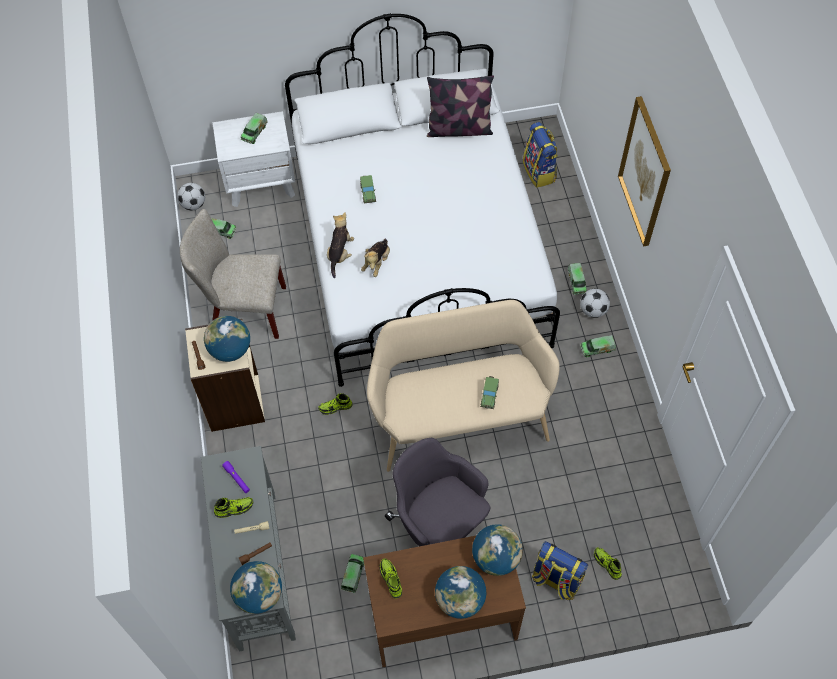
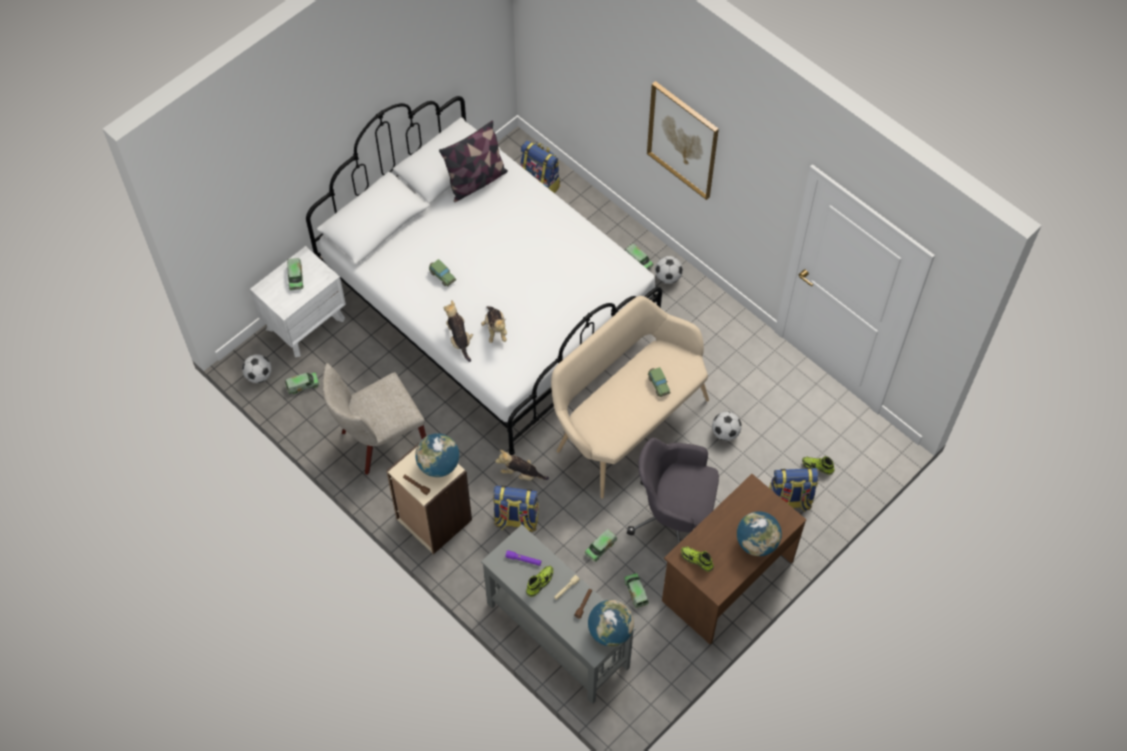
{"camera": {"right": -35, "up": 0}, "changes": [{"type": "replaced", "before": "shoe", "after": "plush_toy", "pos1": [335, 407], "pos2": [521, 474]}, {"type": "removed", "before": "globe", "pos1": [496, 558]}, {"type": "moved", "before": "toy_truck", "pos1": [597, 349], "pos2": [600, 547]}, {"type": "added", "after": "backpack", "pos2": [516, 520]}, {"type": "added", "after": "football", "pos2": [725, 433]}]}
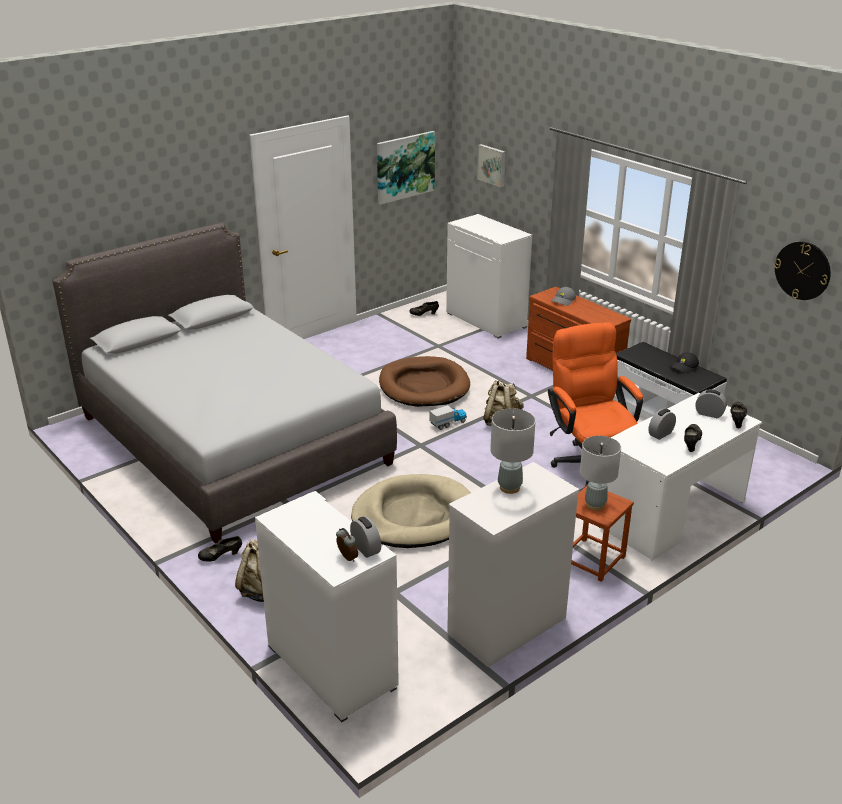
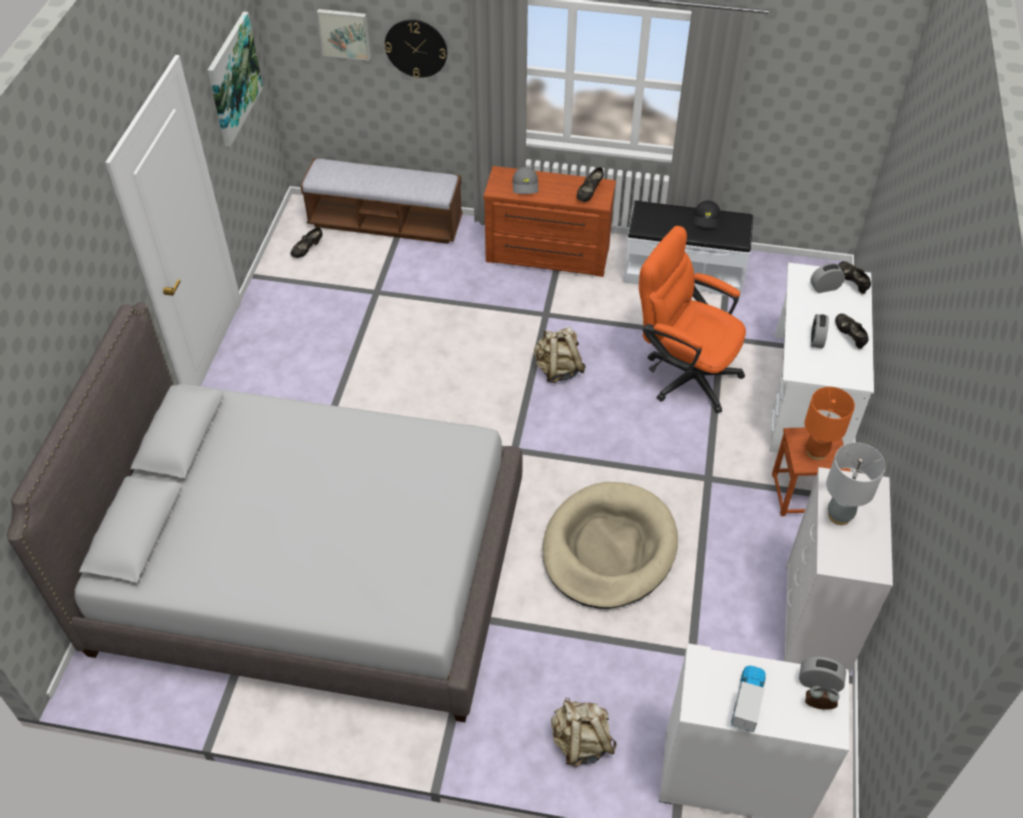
{"camera": {"right": -40, "up": 20}, "changes": [{"type": "moved", "before": "black_shoe", "pos1": [220, 557], "pos2": [589, 193]}, {"type": "removed", "before": "brown_dog_bed", "pos1": [424, 386]}, {"type": "moved", "before": "toy_truck", "pos1": [448, 423], "pos2": [747, 703]}, {"type": "replaced", "before": "white_cabinet", "after": "bench", "pos1": [486, 320], "pos2": [385, 223]}, {"type": "recoloured", "before": "grey_table_lamp", "after": "orange_table_lamp", "pos1": [595, 505], "pos2": [816, 452]}, {"type": "moved", "before": "wall_clock", "pos1": [802, 270], "pos2": [416, 48]}]}
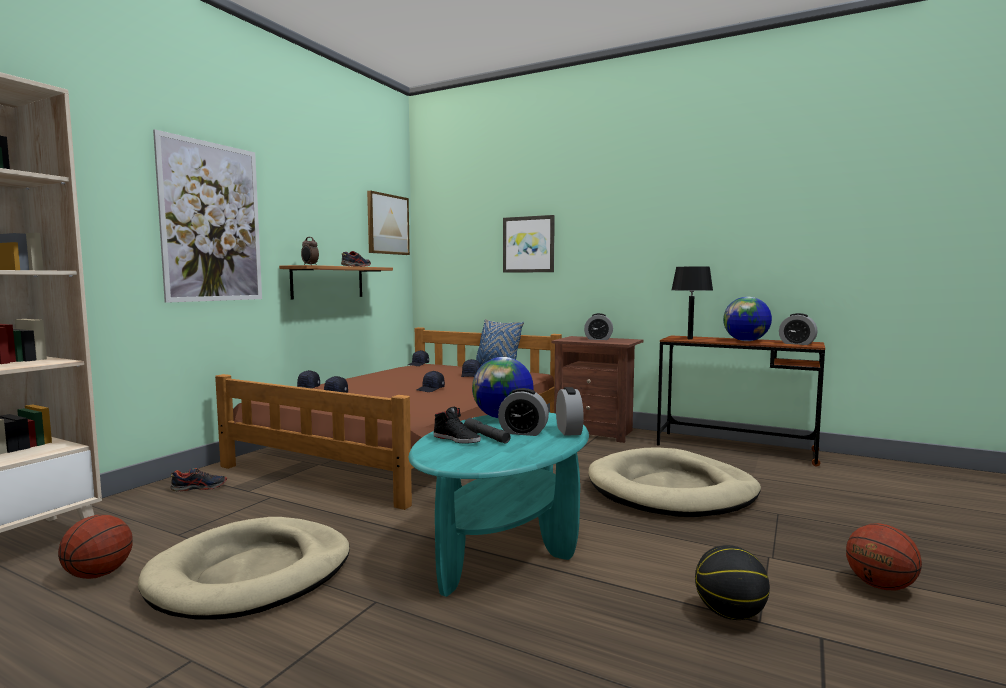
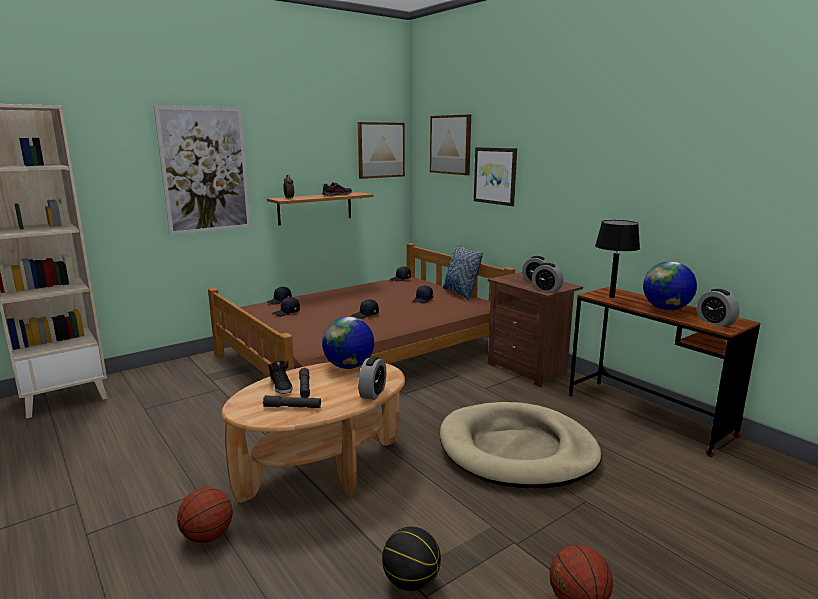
{"camera": {"right": 25, "up": 10}, "changes": [{"type": "moved", "before": "basketball", "pos1": [99, 574], "pos2": [208, 536]}, {"type": "removed", "before": "beige_dog_bed", "pos1": [252, 573]}, {"type": "removed", "before": "shoe", "pos1": [199, 488]}, {"type": "recoloured", "before": "turquoise_coffee_table", "after": "brown_coffee_table", "pos1": [504, 544], "pos2": [323, 469]}, {"type": "moved", "before": "alarm_clock", "pos1": [523, 432], "pos2": [546, 290]}, {"type": "added", "after": "grey_flashlight", "pos2": [292, 407]}, {"type": "added", "after": "picture", "pos2": [451, 144]}]}
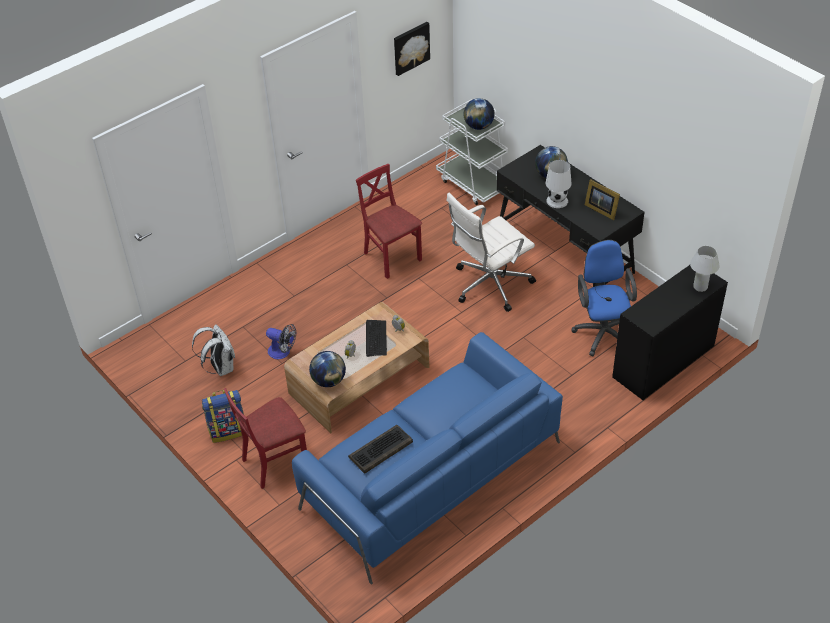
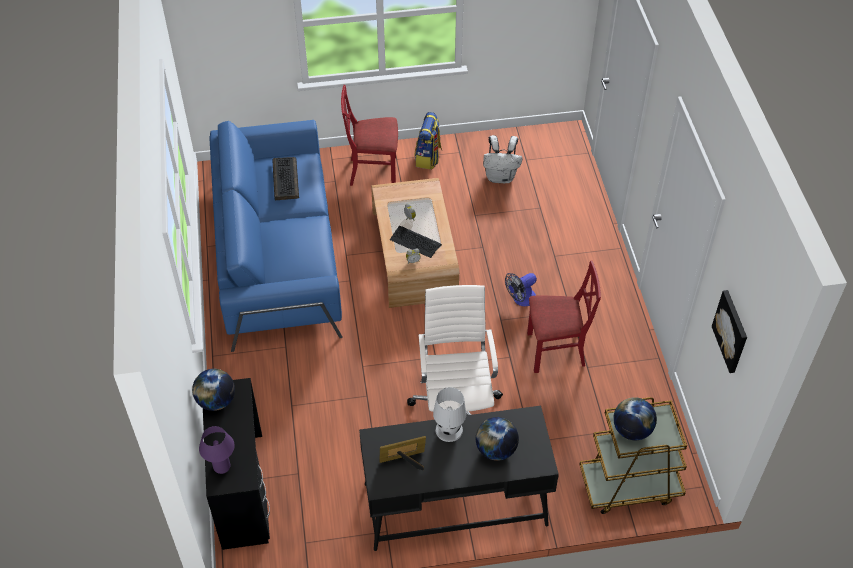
{"camera": {"right": 120, "up": 5}, "changes": [{"type": "turned", "before": "red_chair", "pos1": [275, 462], "pos2": [373, 171], "turn": -90}, {"type": "moved", "before": "fan", "pos1": [282, 352], "pos2": [520, 299]}, {"type": "moved", "before": "globe", "pos1": [329, 381], "pos2": [216, 401]}, {"type": "recoloured", "before": "white_cart", "after": "brown_cart", "pos1": [473, 183], "pos2": [629, 485]}, {"type": "removed", "before": "blue_office_chair", "pos1": [602, 331]}, {"type": "recoloured", "before": "white_table_lamp", "after": "purple_table_lamp", "pos1": [700, 287], "pos2": [222, 466]}]}
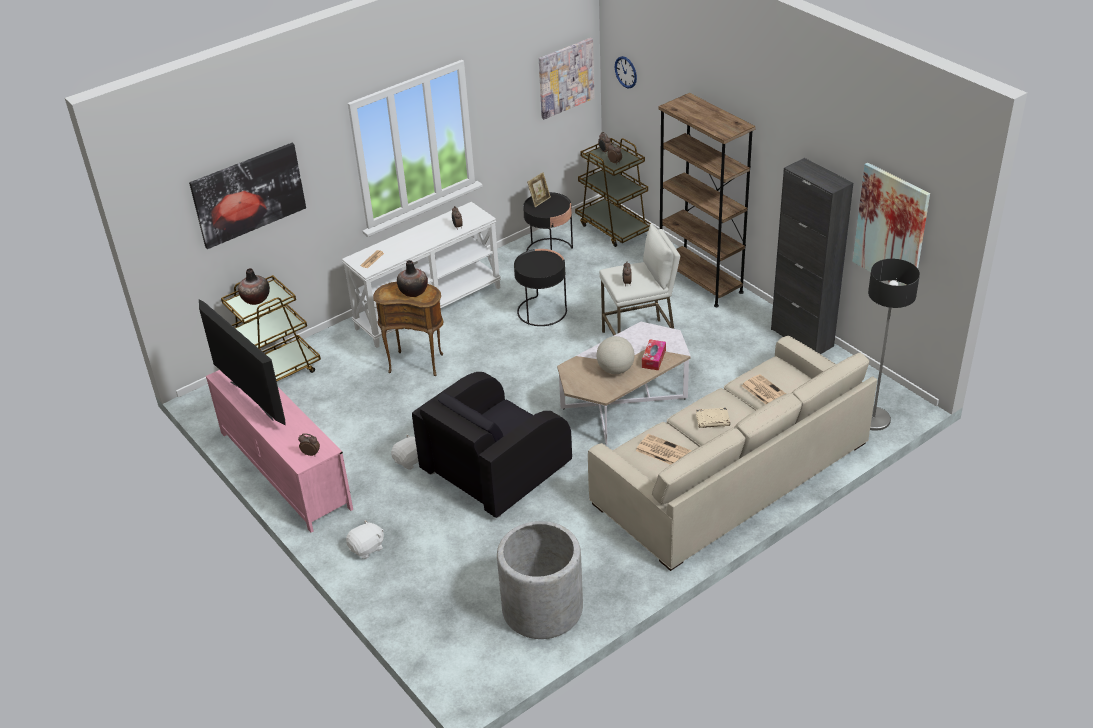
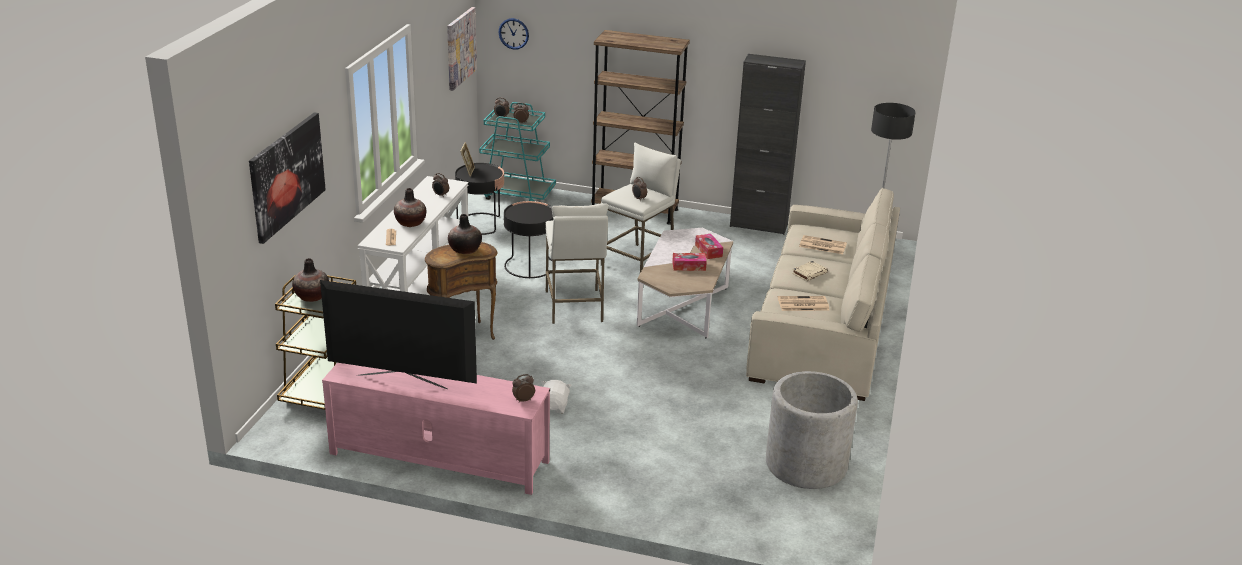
{"camera": {"right": -40, "up": -10}, "changes": [{"type": "removed", "before": "white_plush_toy", "pos1": [367, 548]}, {"type": "removed", "before": "black_armchair", "pos1": [495, 469]}, {"type": "recoloured", "before": "brown_cart", "after": "turquoise_cart", "pos1": [613, 227], "pos2": [515, 194]}, {"type": "replaced", "before": "globe", "after": "tissue_box", "pos1": [615, 370], "pos2": [689, 266]}, {"type": "removed", "before": "picture", "pos1": [891, 228]}, {"type": "added", "after": "vase", "pos2": [410, 223]}, {"type": "added", "after": "white_stool", "pos2": [574, 306]}]}
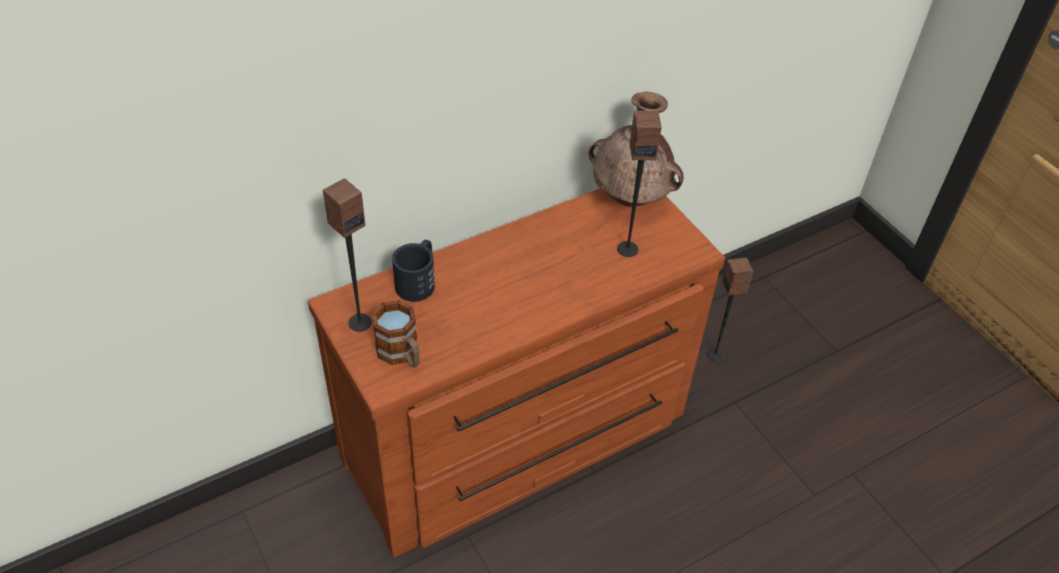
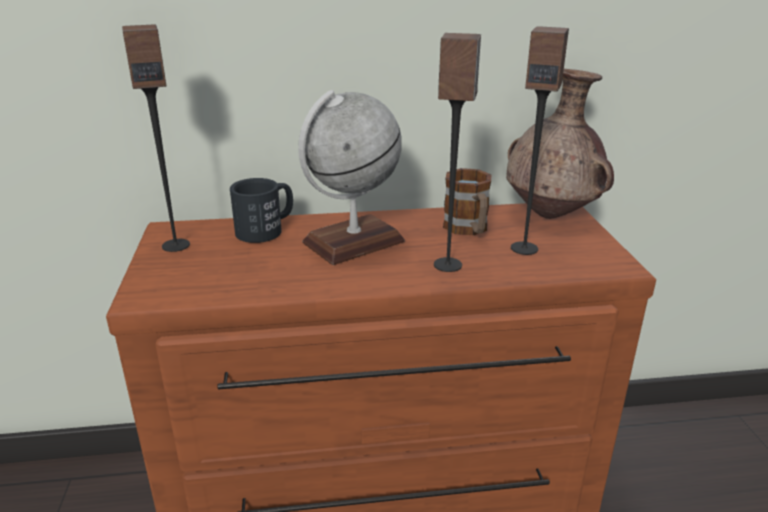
{"camera": {"right": 25, "up": -20}, "changes": [{"type": "moved", "before": "mug", "pos1": [401, 354], "pos2": [468, 229]}, {"type": "moved", "before": "speaker", "pos1": [715, 354], "pos2": [448, 265]}, {"type": "added", "after": "globe", "pos2": [353, 242]}]}
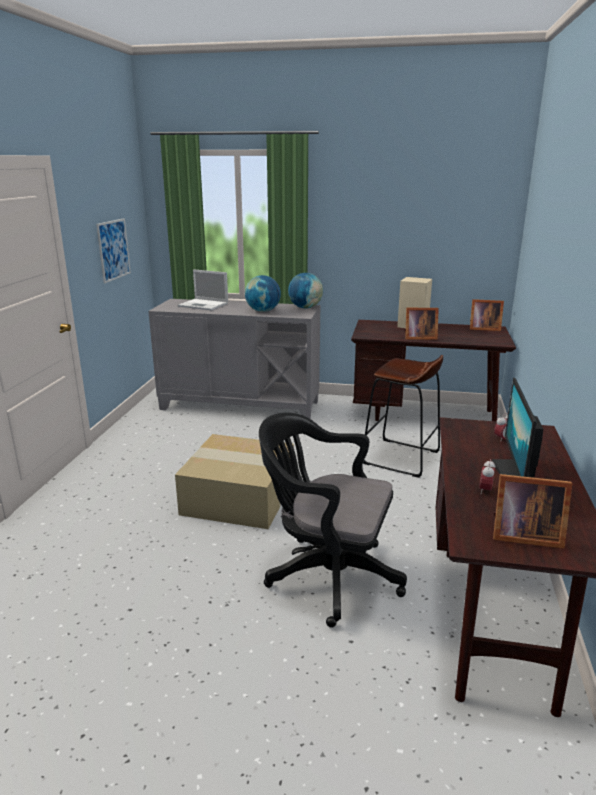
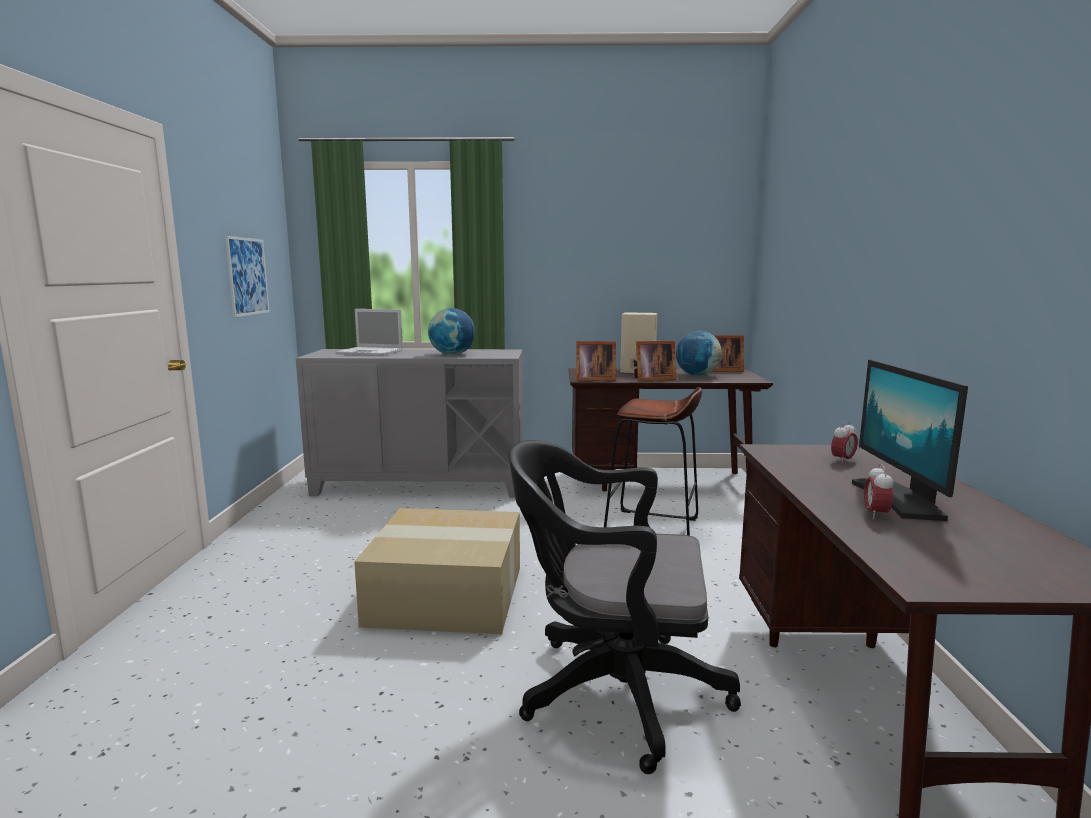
{"camera": {"right": -10, "up": -10}, "changes": [{"type": "moved", "before": "globe", "pos1": [305, 307], "pos2": [697, 375]}, {"type": "moved", "before": "picture_frame", "pos1": [523, 535], "pos2": [593, 379]}]}
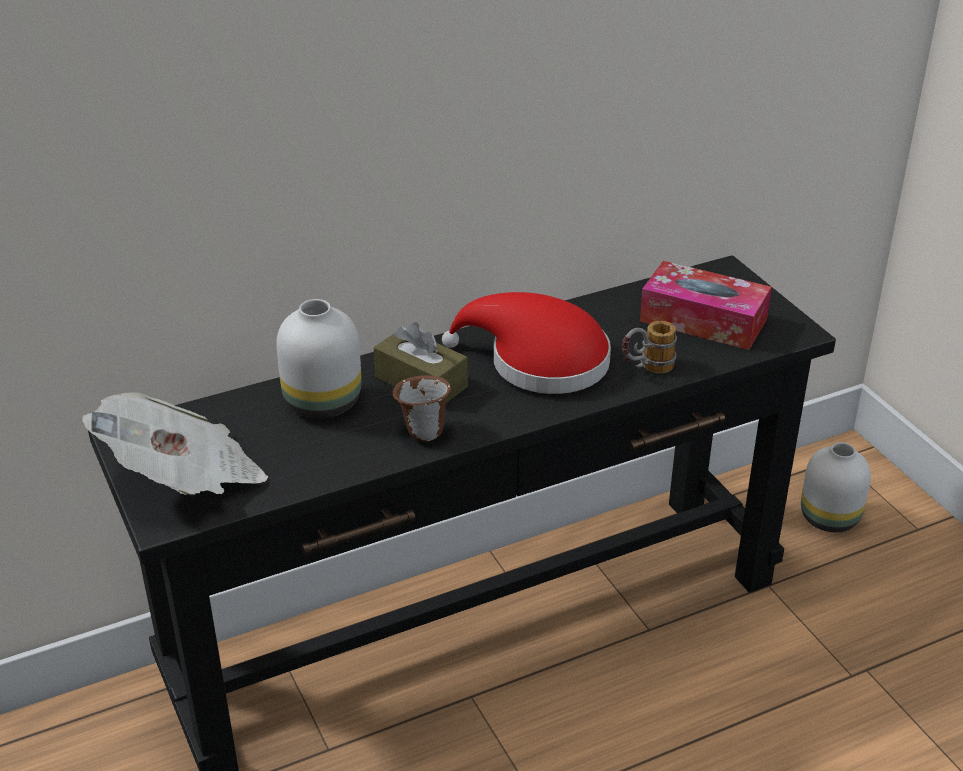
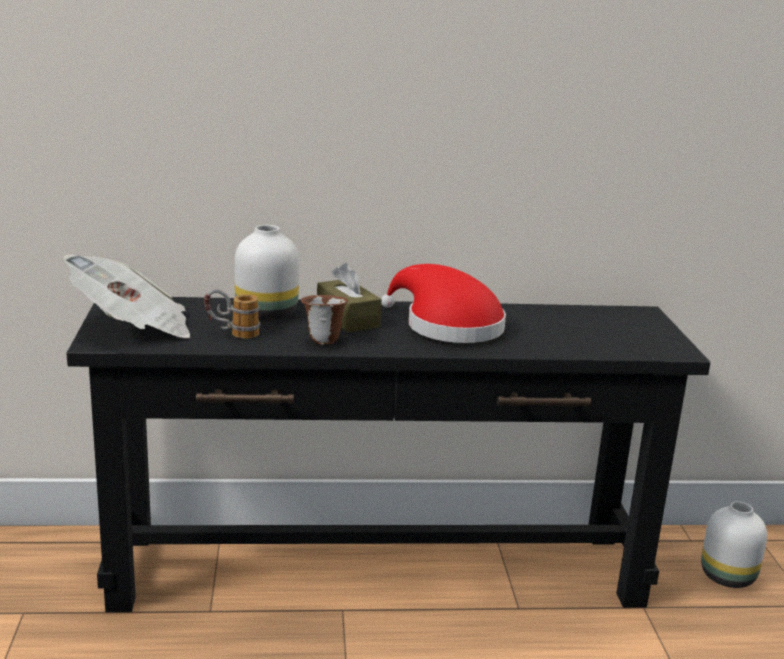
{"camera": {"right": 20, "up": -15}, "changes": [{"type": "moved", "before": "mug", "pos1": [646, 369], "pos2": [232, 334]}, {"type": "removed", "before": "tissue_box", "pos1": [703, 320]}]}
